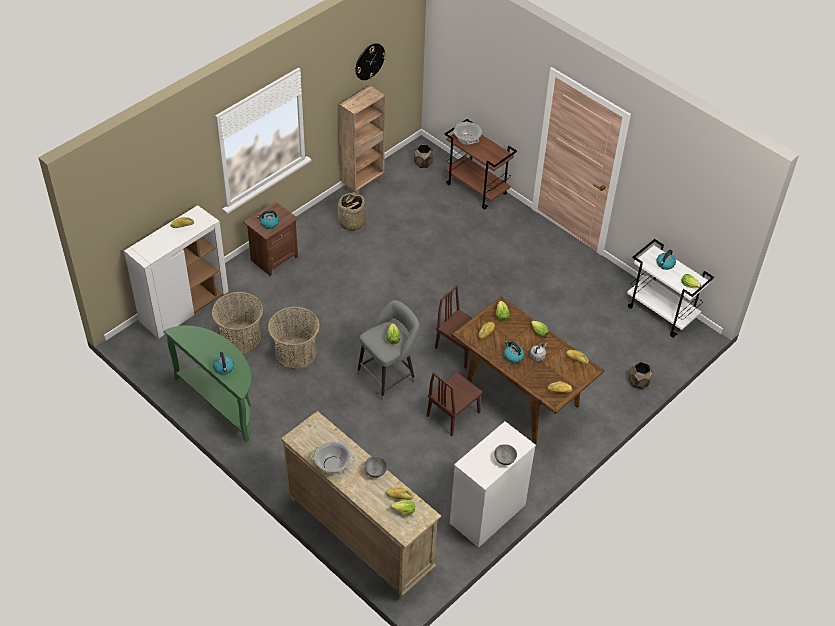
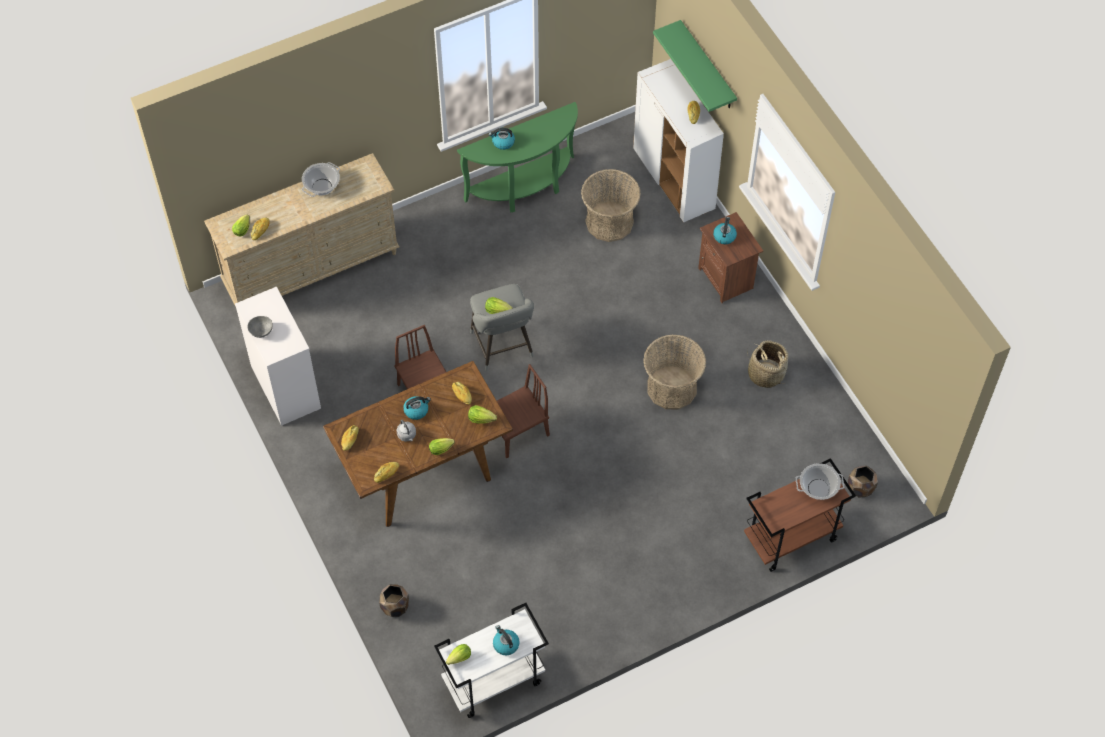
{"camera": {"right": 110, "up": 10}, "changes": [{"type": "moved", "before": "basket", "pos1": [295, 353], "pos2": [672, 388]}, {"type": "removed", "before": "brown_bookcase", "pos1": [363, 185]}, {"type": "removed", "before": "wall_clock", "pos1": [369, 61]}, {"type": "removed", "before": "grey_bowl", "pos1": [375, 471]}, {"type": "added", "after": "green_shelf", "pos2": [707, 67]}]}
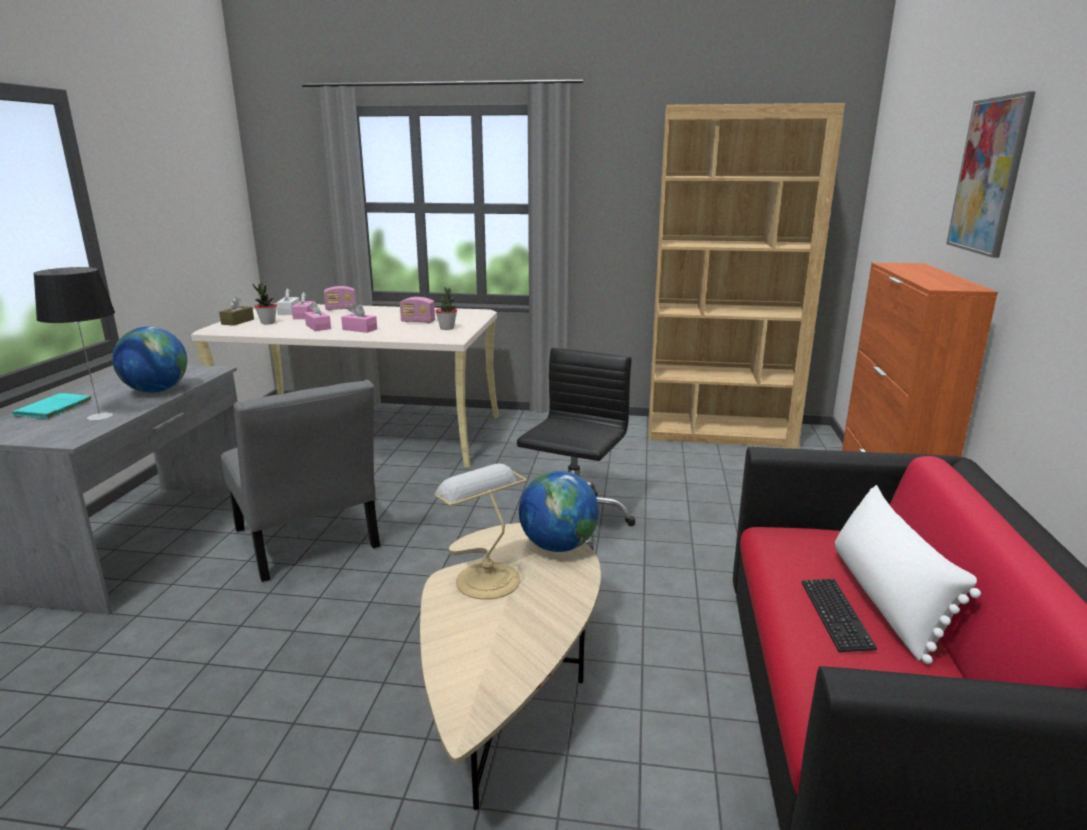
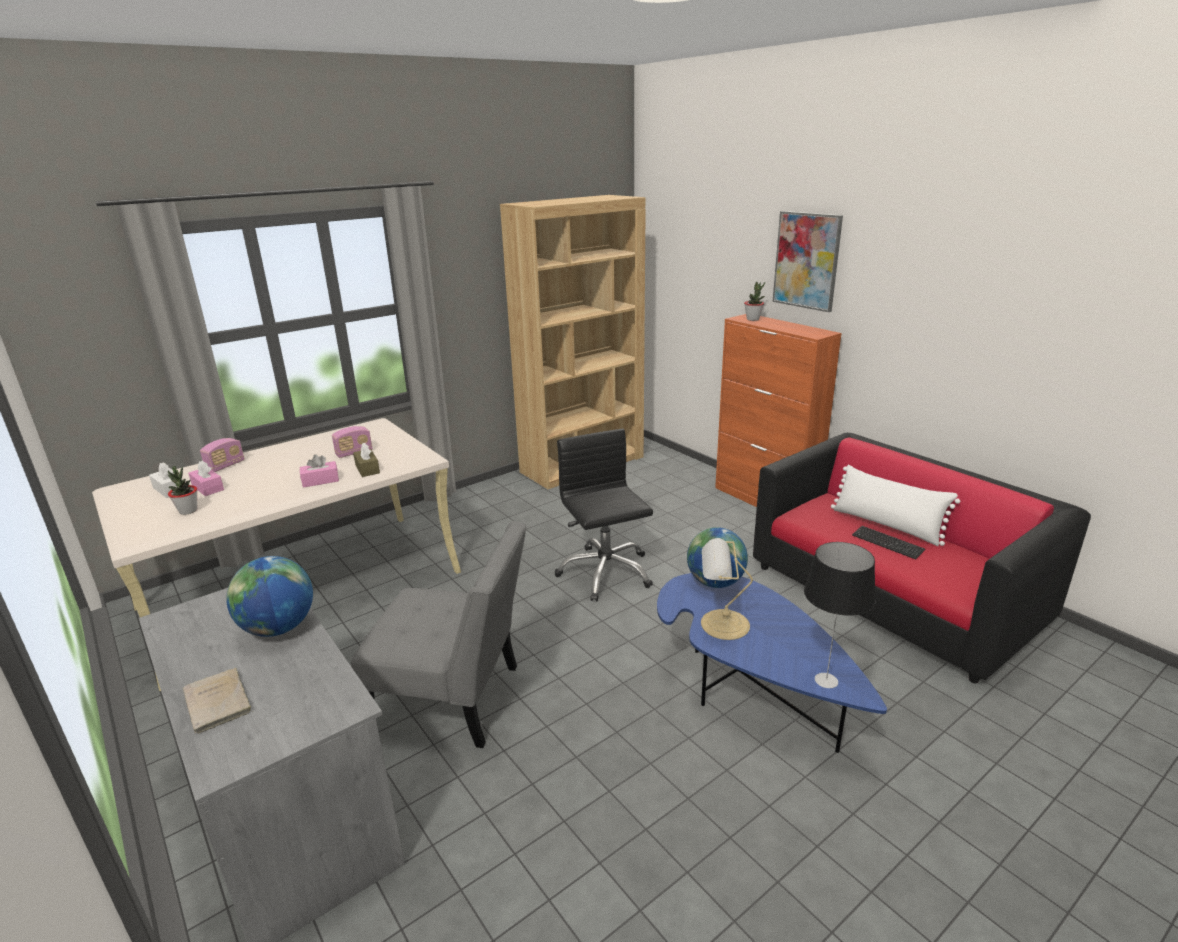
{"camera": {"right": -45, "up": 5}, "changes": [{"type": "recoloured", "before": "turquoise_book", "after": "beige_book", "pos1": [52, 409], "pos2": [218, 703]}, {"type": "moved", "before": "table_lamp", "pos1": [100, 416], "pos2": [825, 680]}, {"type": "moved", "before": "brown_tissue_box", "pos1": [237, 322], "pos2": [367, 469]}, {"type": "removed", "before": "pink_tissue_box", "pos1": [318, 327]}, {"type": "recoloured", "before": "beige_coffee_table", "after": "blue_coffee_table", "pos1": [510, 686], "pos2": [749, 688]}, {"type": "moved", "before": "potted_plant", "pos1": [447, 328], "pos2": [753, 319]}]}
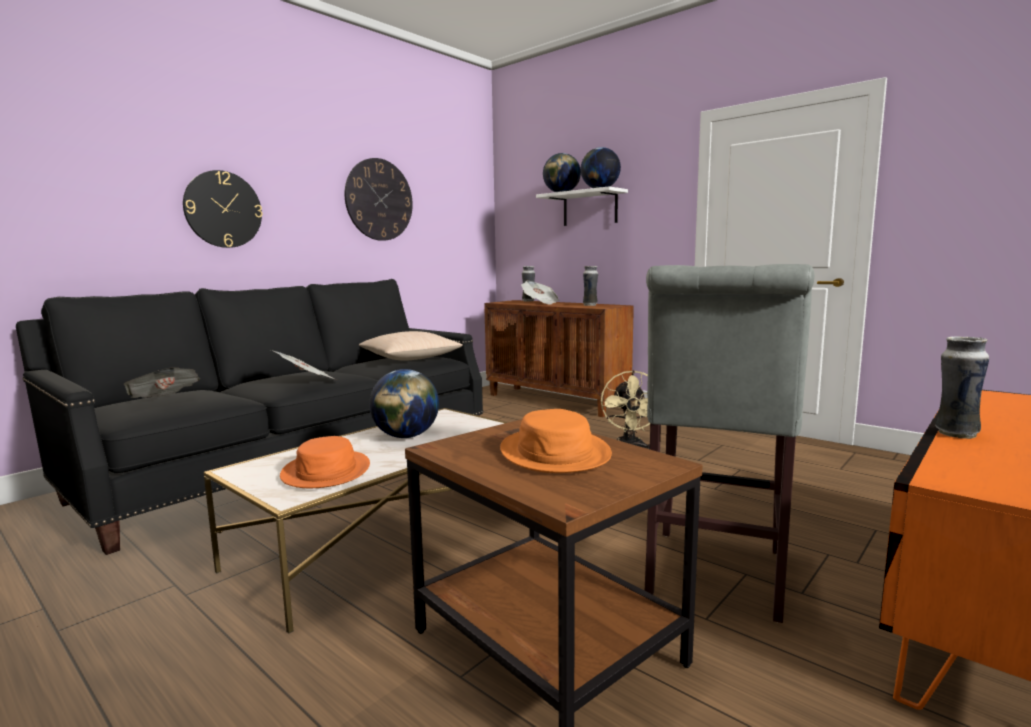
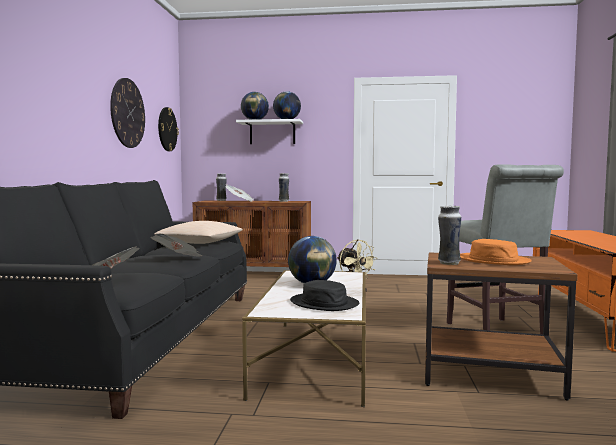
{"camera": {"right": -35, "up": -5}, "changes": [{"type": "moved", "before": "wall_clock", "pos1": [223, 209], "pos2": [167, 129]}, {"type": "recoloured", "before": "orange_hat", "after": "black_hat", "pos1": [326, 471], "pos2": [324, 303]}, {"type": "moved", "before": "vase", "pos1": [955, 434], "pos2": [448, 263]}]}
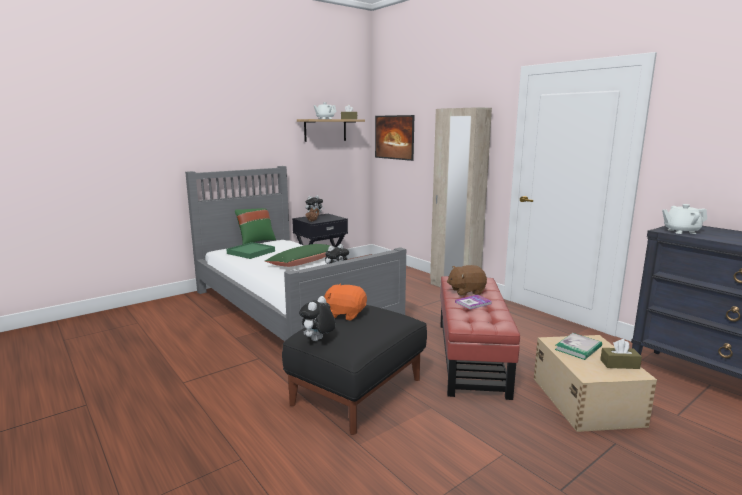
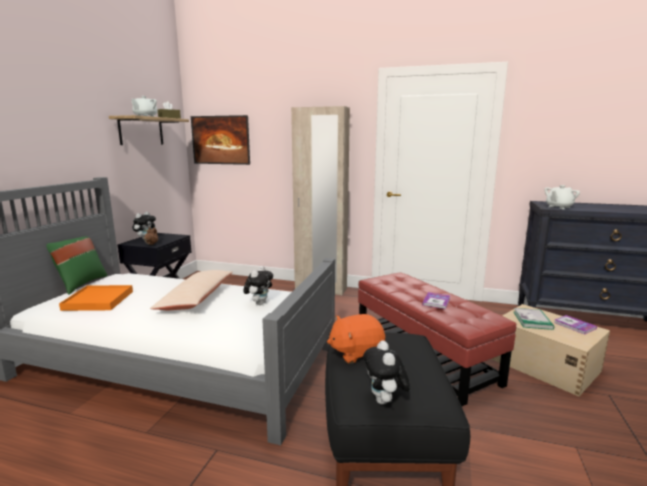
{"camera": {"right": -35, "up": 0}, "changes": [{"type": "recoloured", "before": "green_tray", "after": "orange_tray", "pos1": [251, 252], "pos2": [98, 300]}, {"type": "recoloured", "before": "green_pillow", "after": "beige_pillow", "pos1": [303, 263], "pos2": [196, 298]}, {"type": "removed", "before": "brown_plush_toy", "pos1": [466, 291]}, {"type": "replaced", "before": "brown_tissue_box", "after": "book", "pos1": [619, 364], "pos2": [574, 325]}]}
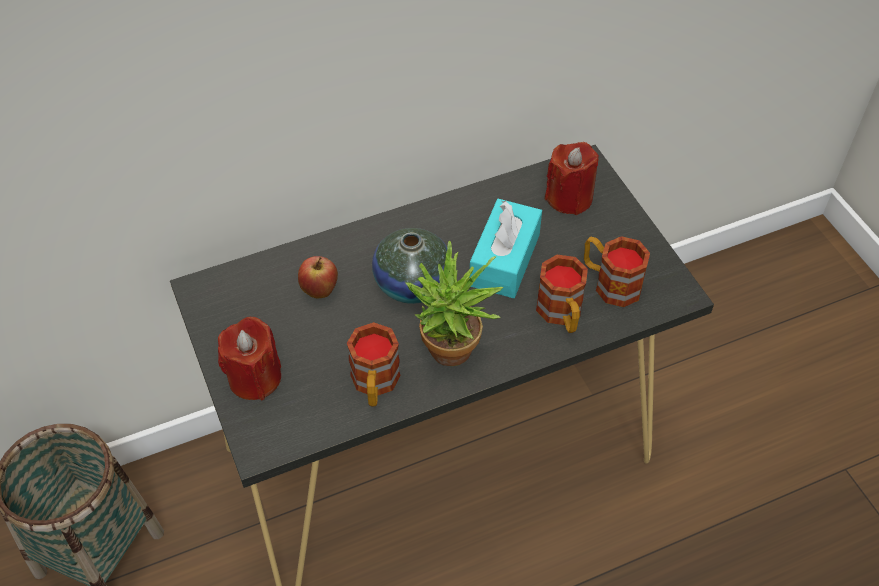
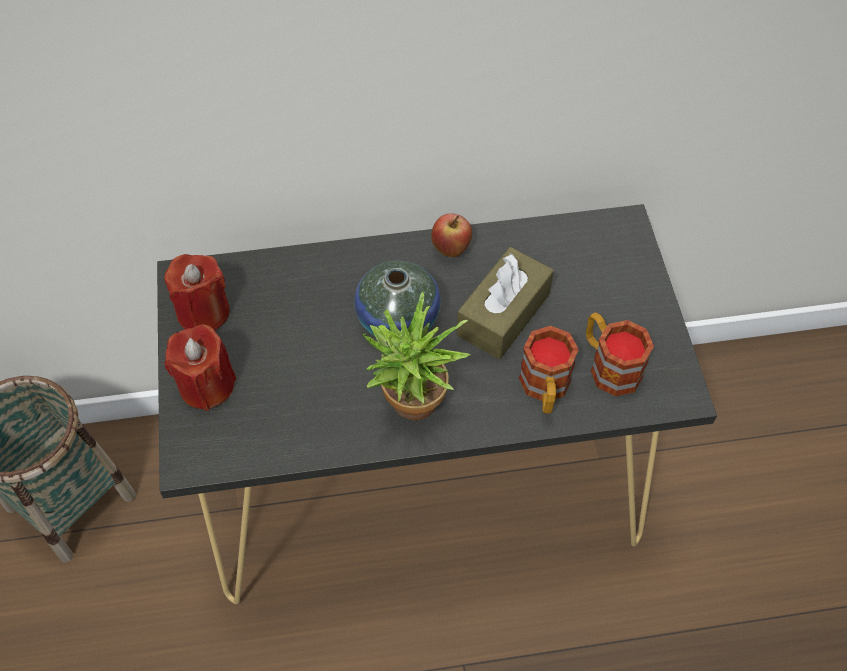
{"camera": {"right": 15, "up": 5}, "changes": [{"type": "moved", "before": "apple", "pos1": [320, 291], "pos2": [451, 249]}, {"type": "removed", "before": "mug", "pos1": [374, 385]}, {"type": "recoloured", "before": "turquoise_tissue_box", "after": "brown_tissue_box", "pos1": [504, 260], "pos2": [503, 314]}, {"type": "moved", "before": "red_candle", "pos1": [569, 198], "pos2": [203, 312]}]}
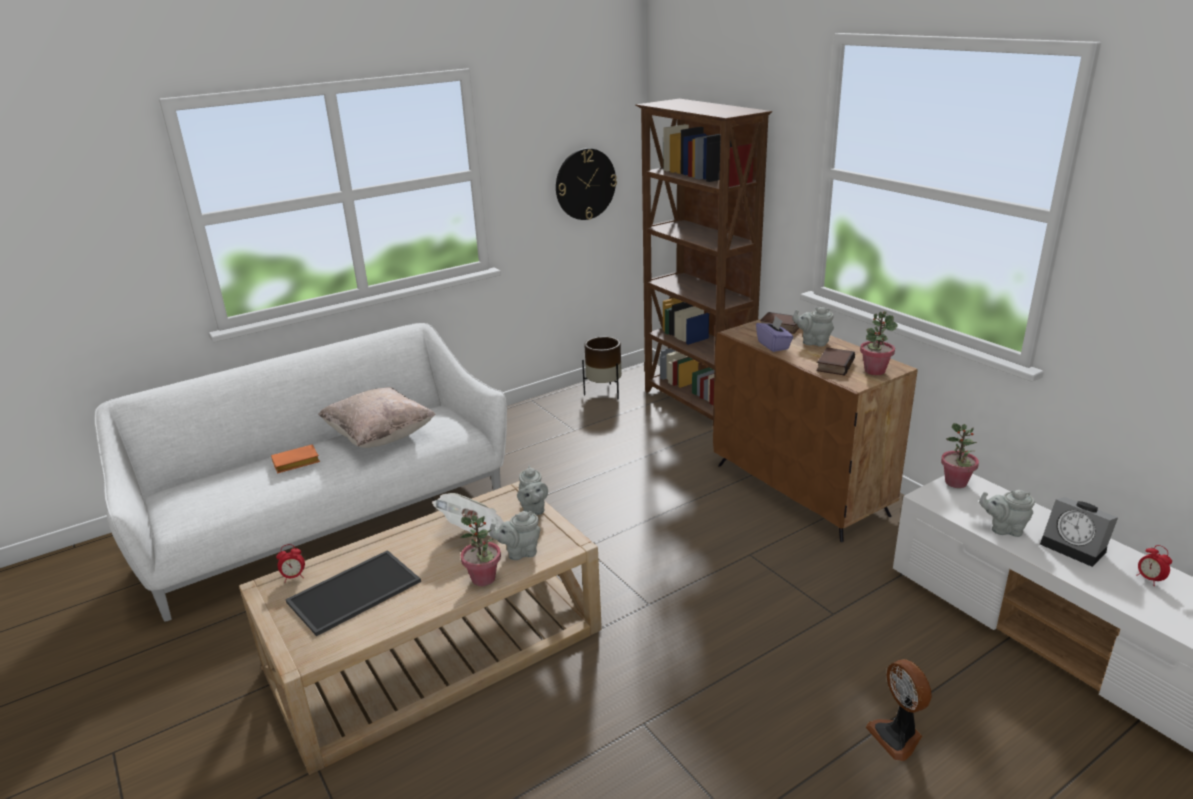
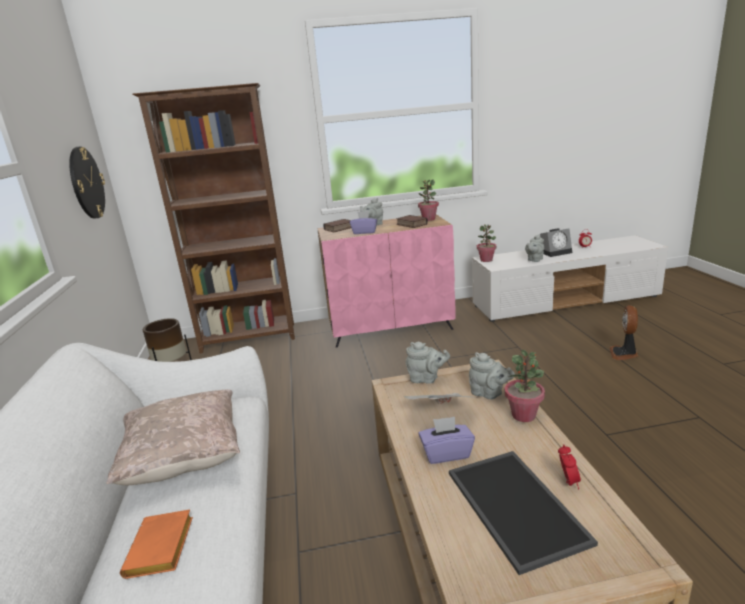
{"camera": {"right": -65, "up": -5}, "changes": [{"type": "moved", "before": "alarm_clock", "pos1": [294, 577], "pos2": [568, 482]}, {"type": "turned", "before": "grey_teapot", "pos1": [519, 552], "pos2": [489, 394], "turn": -60}, {"type": "recoloured", "before": "brown_cabinet", "after": "pink_cabinet", "pos1": [801, 489], "pos2": [391, 328]}, {"type": "turned", "before": "fan", "pos1": [897, 736], "pos2": [624, 354], "turn": 105}, {"type": "added", "after": "purple_tissue_box", "pos2": [446, 453]}]}
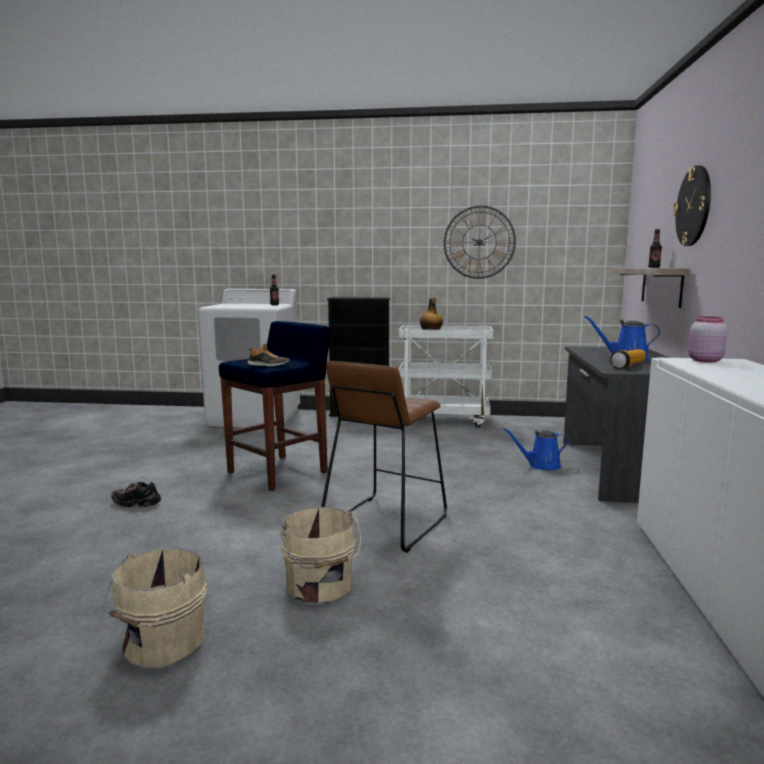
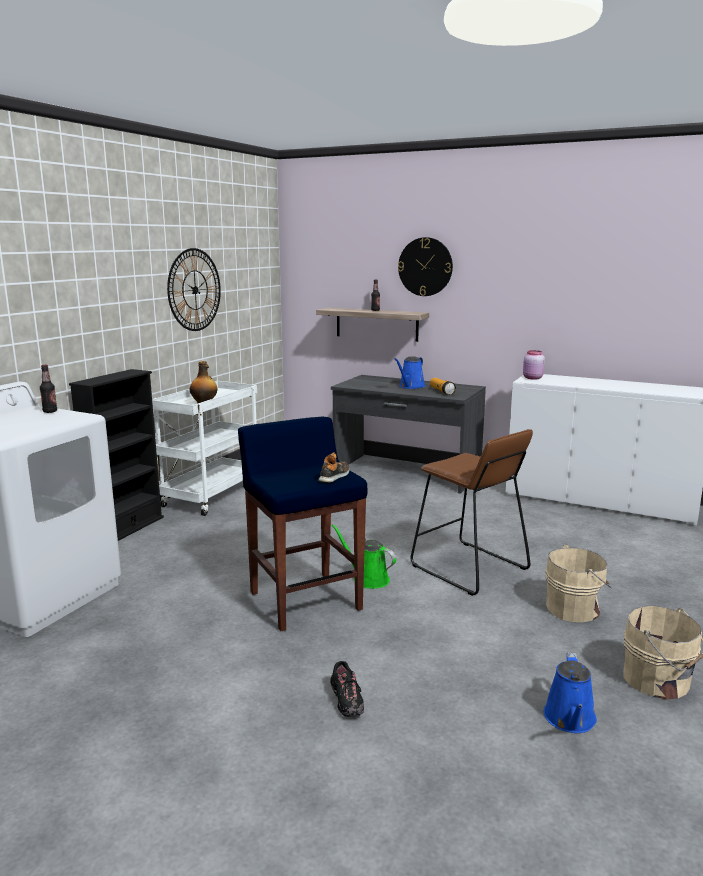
{"camera": {"right": -70, "up": 5}, "changes": [{"type": "turned", "before": "black_shoe", "pos1": [136, 503], "pos2": [346, 701], "turn": -45}, {"type": "moved", "before": "blue_watering_can", "pos1": [541, 465], "pos2": [570, 720]}, {"type": "added", "after": "green_watering_can", "pos2": [368, 579]}]}
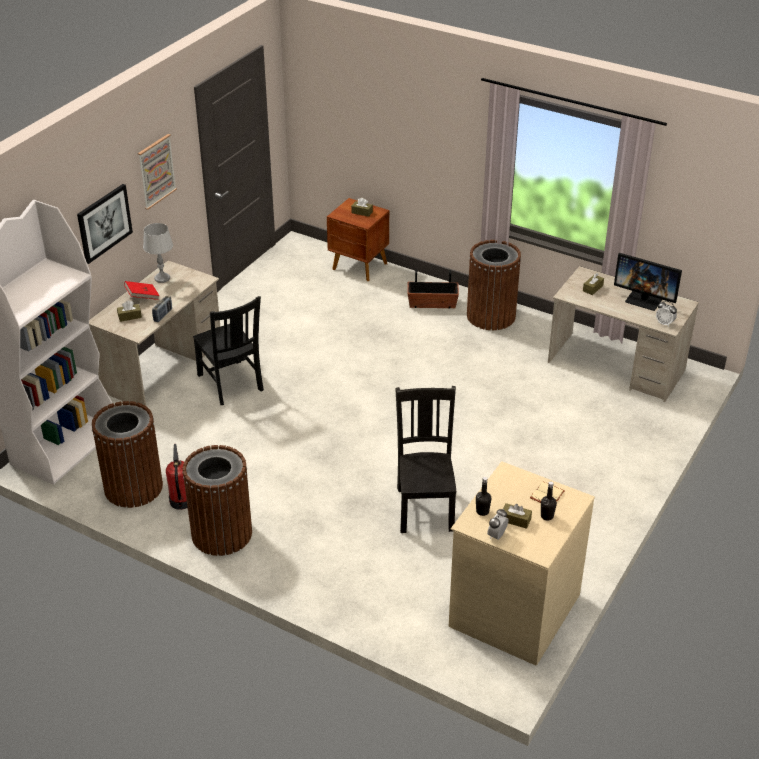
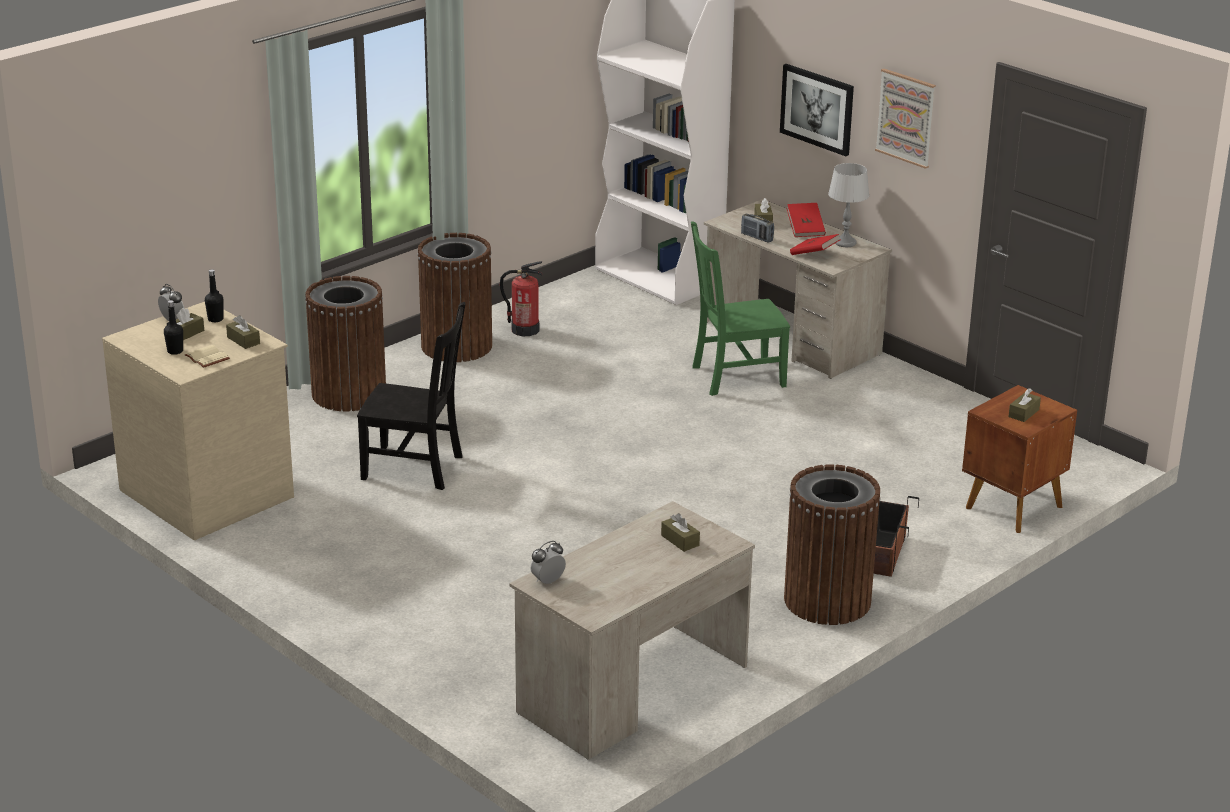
{"camera": {"right": 105, "up": -10}, "changes": [{"type": "moved", "before": "brown_trash_can", "pos1": [133, 487], "pos2": [349, 393]}, {"type": "recoloured", "before": "black_chair", "after": "green_chair", "pos1": [231, 384], "pos2": [735, 377]}, {"type": "removed", "before": "monitor", "pos1": [644, 300]}, {"type": "added", "after": "brown_tissue_box", "pos2": [243, 340]}, {"type": "added", "after": "red_book", "pos2": [814, 255]}]}
